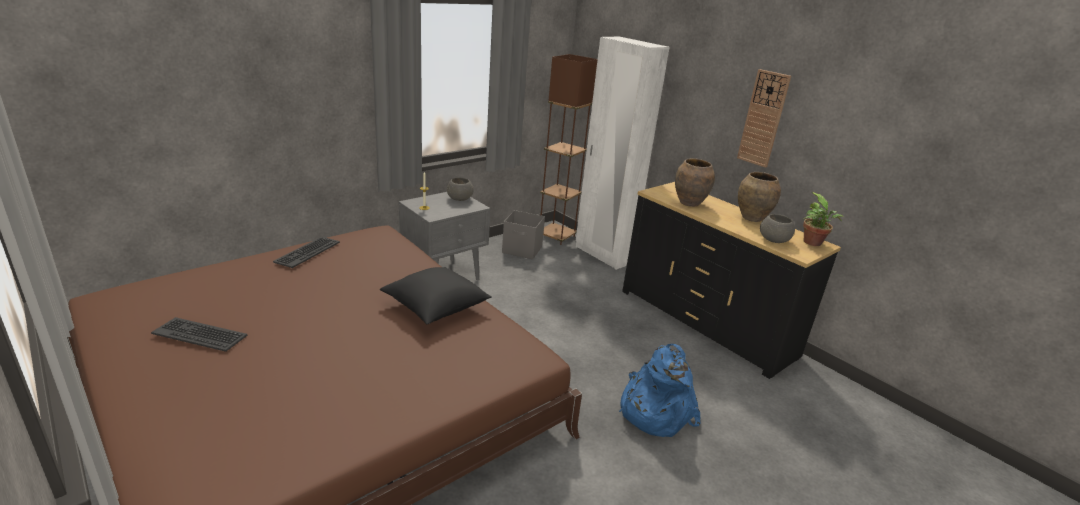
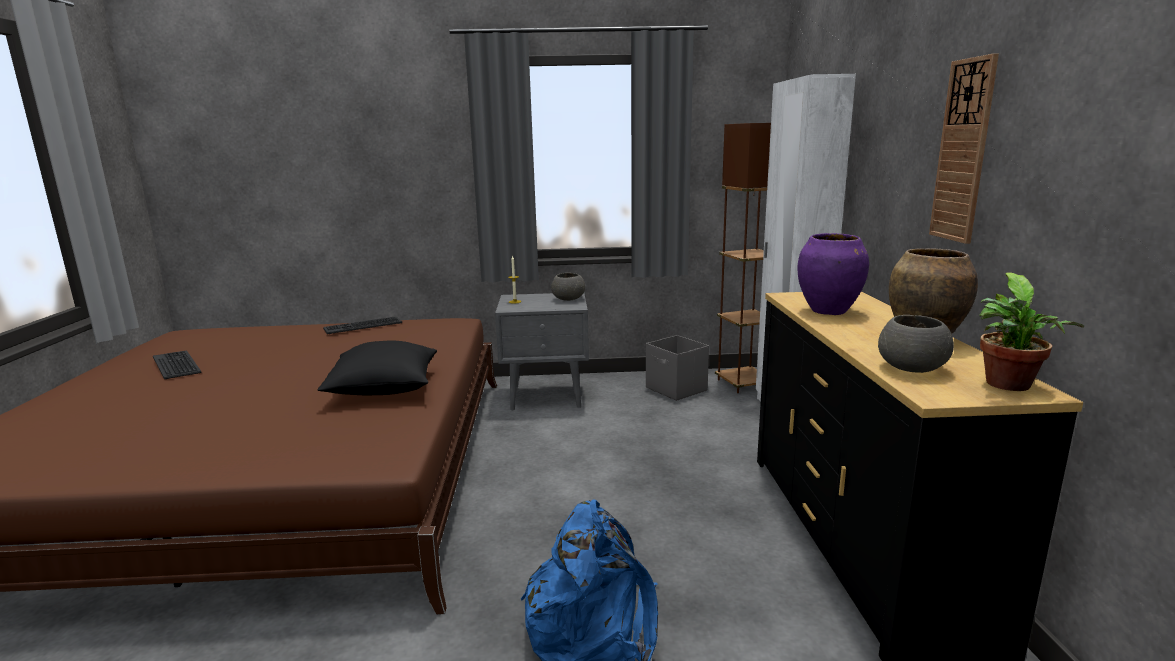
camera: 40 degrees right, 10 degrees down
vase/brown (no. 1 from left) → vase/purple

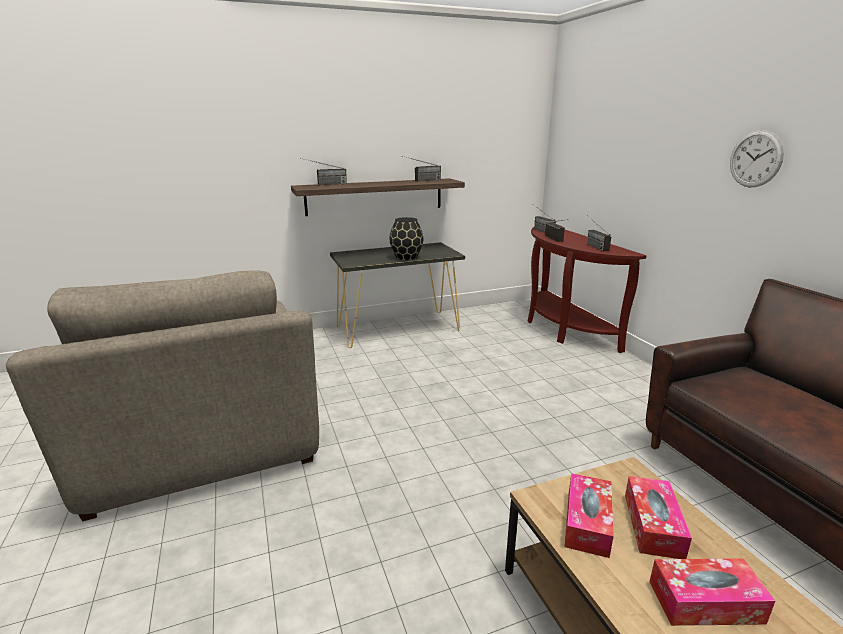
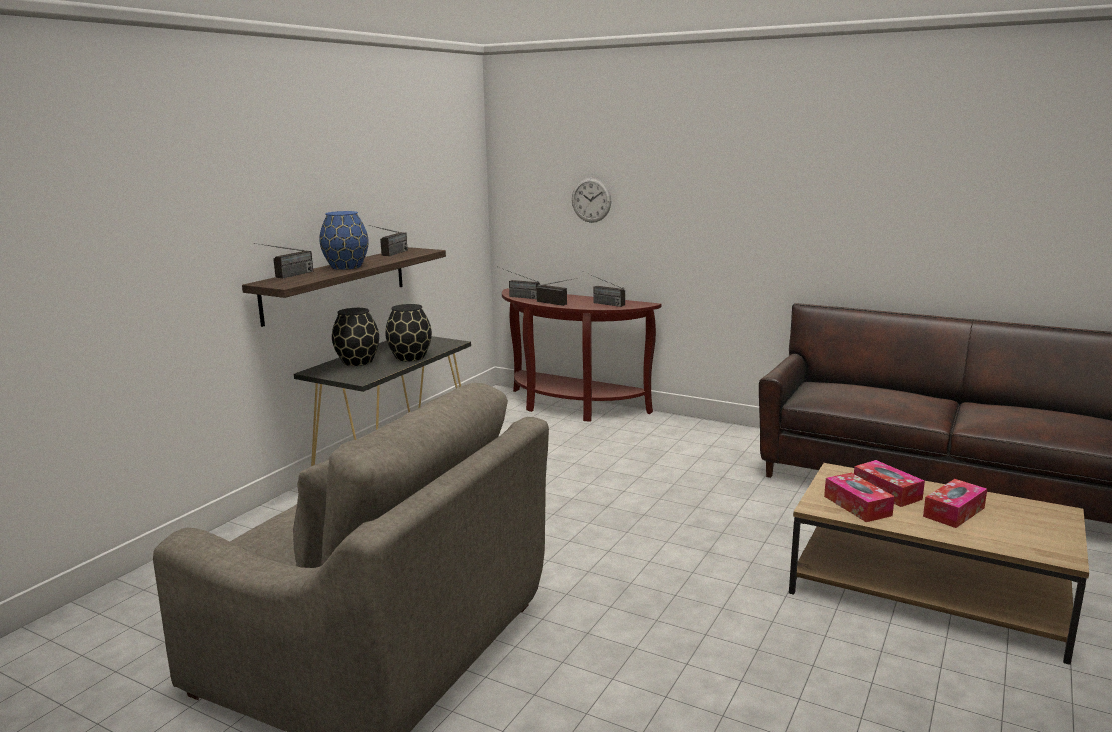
camera: 40 degrees left, 5 degrees down
- → vase/blue
- → vase/black (no. 1 from left)
wall clock, relocated

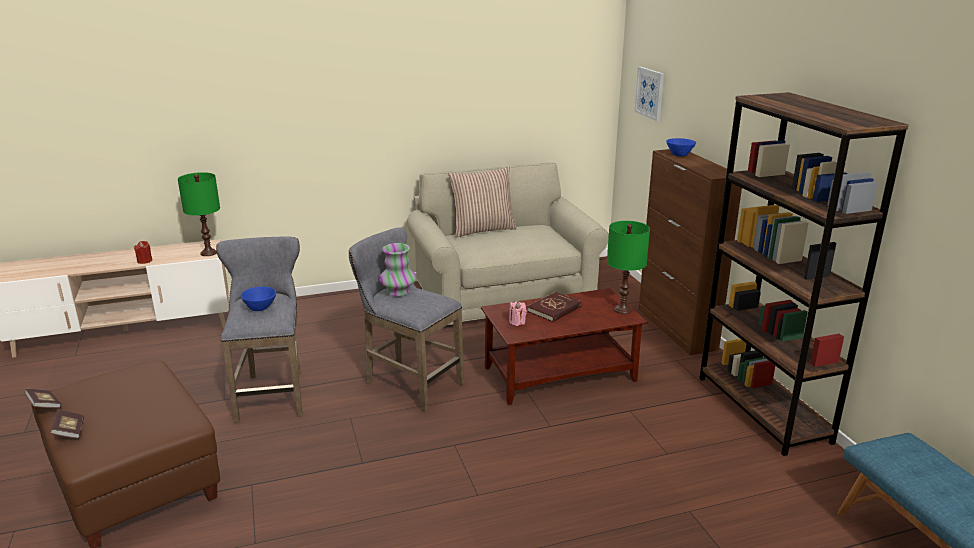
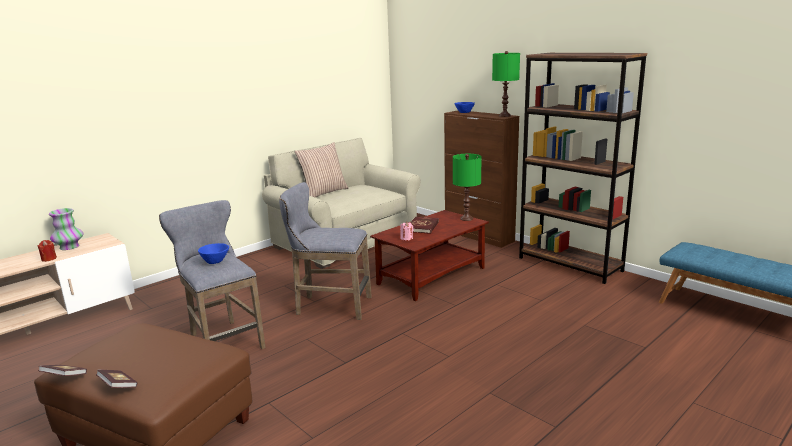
camera: 25 degrees left, 5 degrees down
vase, relocated
table lamp/green (no. 1 from left in the first image) → table lamp/green (no. 2 from left), relocated
picture → -

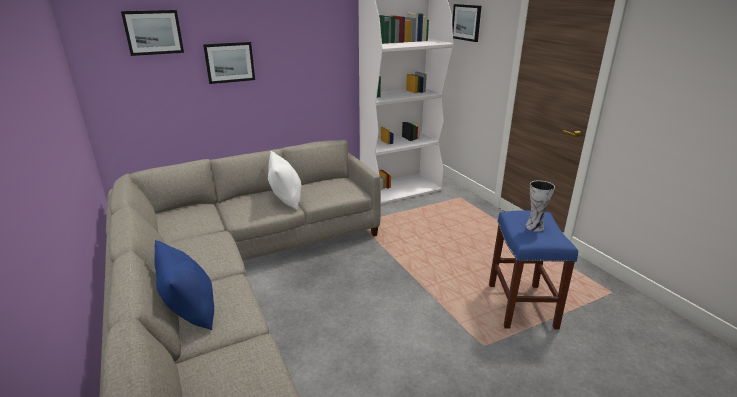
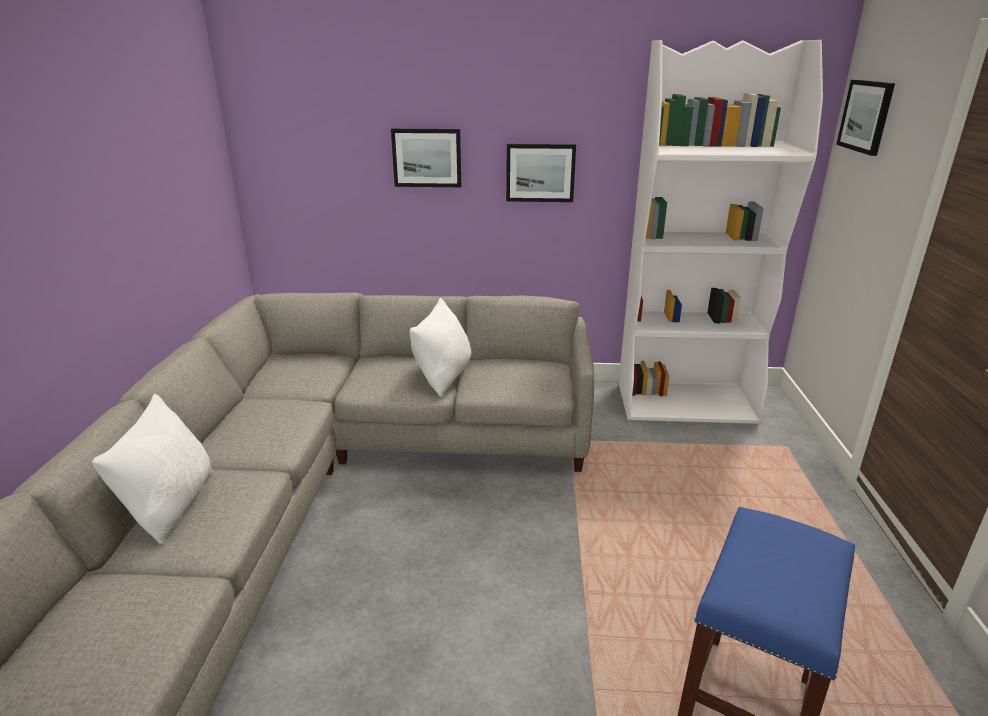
camera: 30 degrees right, 0 degrees up
pillow/blue → pillow/white (no. 1 from left)
picture (no. 1 from left in the first image) → picture (no. 2 from left), relocated
vase → -

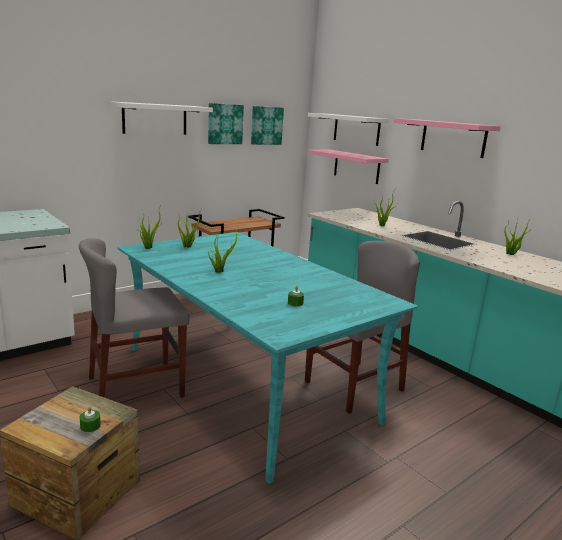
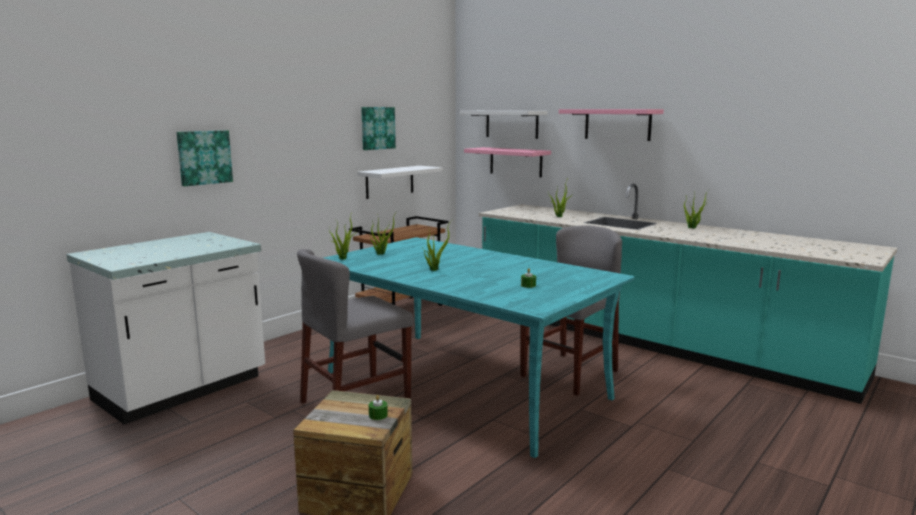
camera: 10 degrees left, 5 degrees down
picture (no. 2 from left in the first image) → picture (no. 1 from left), relocated
shelf/white (no. 1 from left), relocated

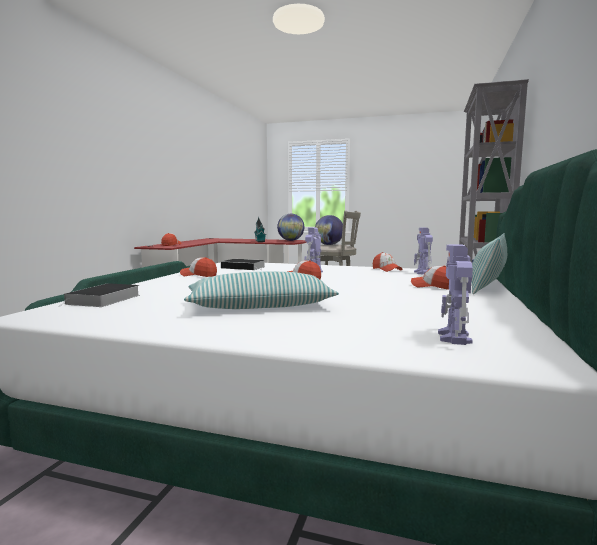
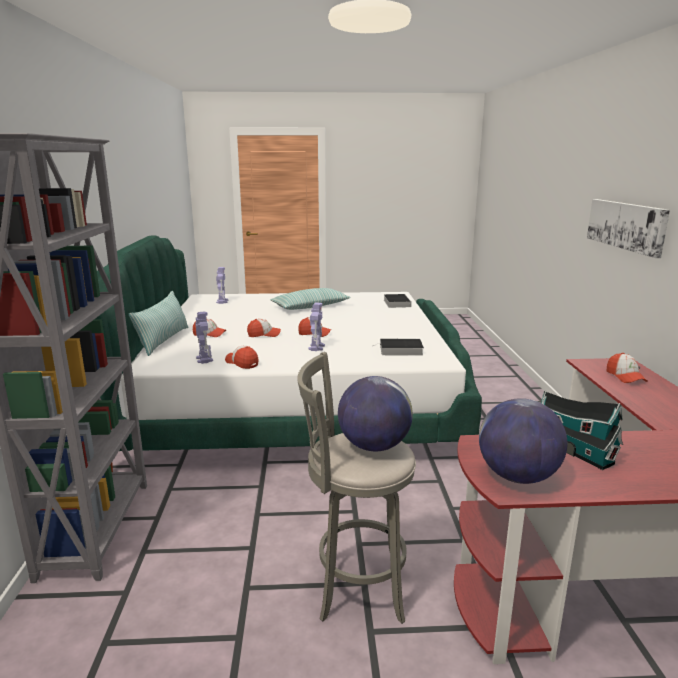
camera: 160 degrees right, 10 degrees up
cap (no. 2 from left in the first image) → cap (no. 3 from left), relocated
- → picture

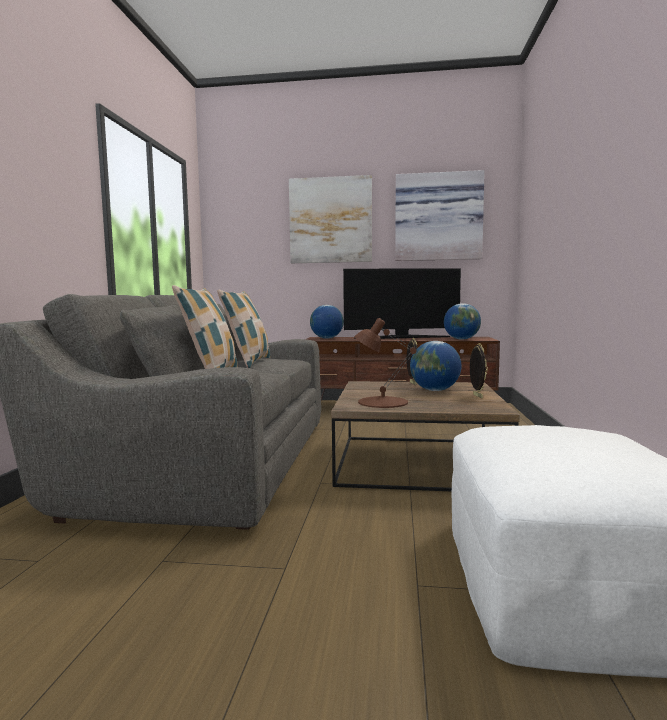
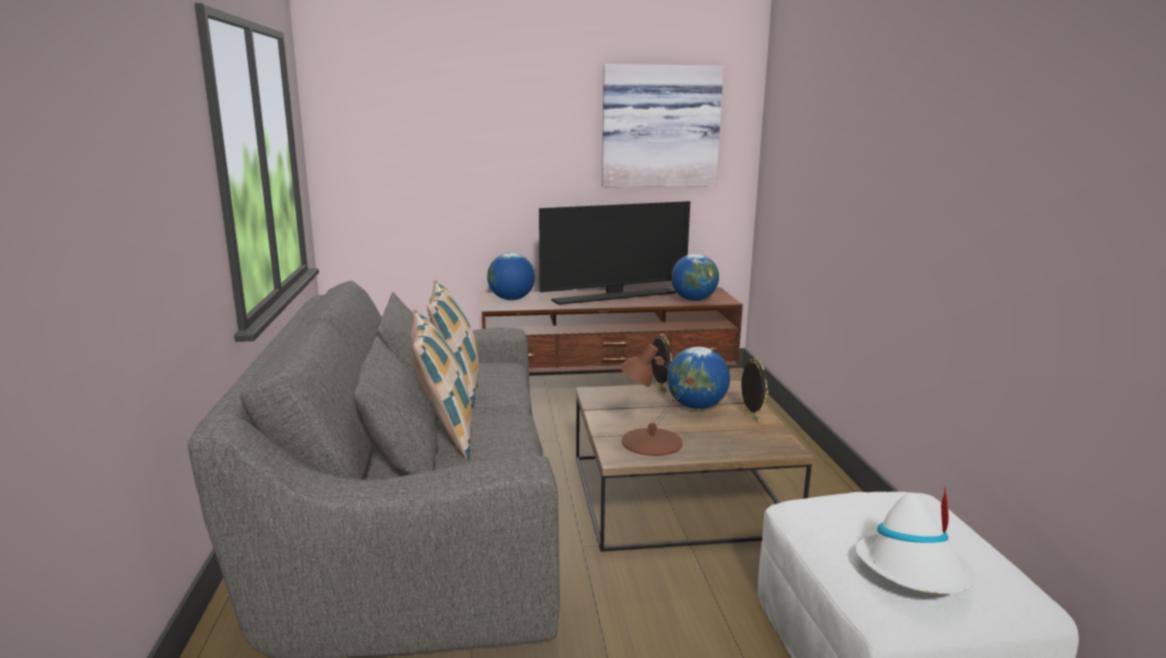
camera: 15 degrees left, 10 degrees up
- → hat/white
picture (no. 1 from left) → -

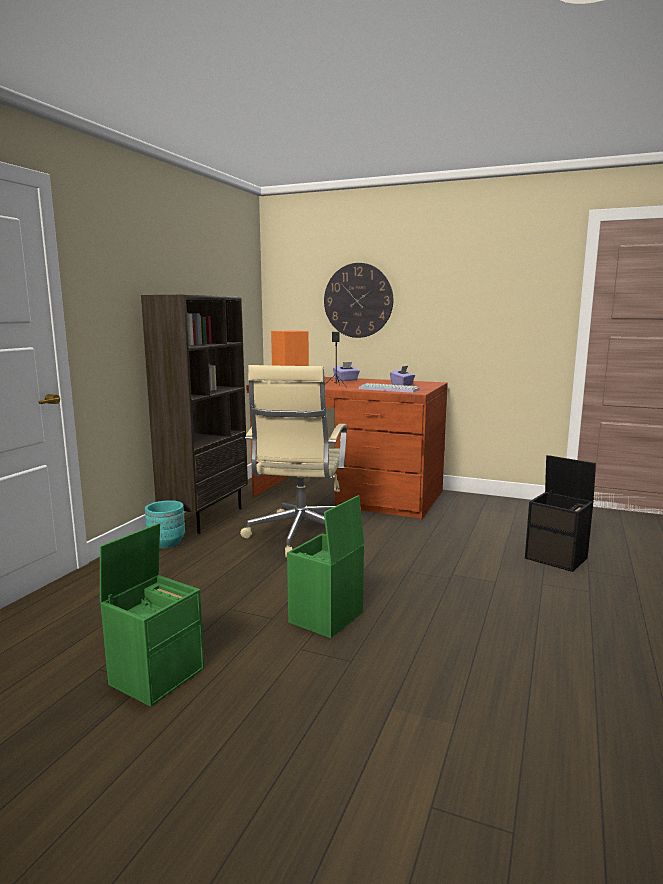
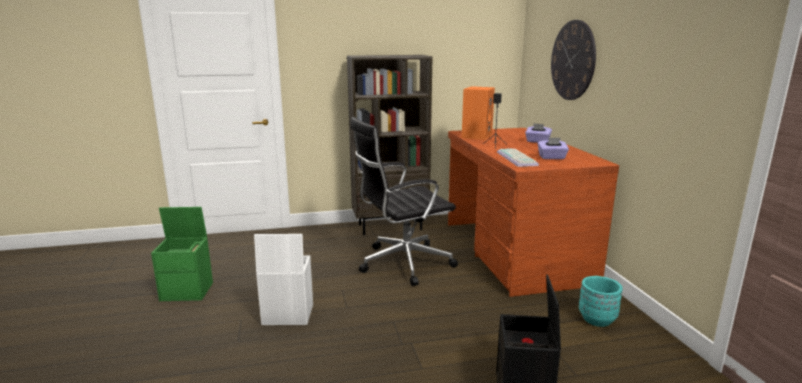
camera: 55 degrees right, 5 degrees up
storage box/green (no. 2 from left) → storage box/white
office chair/beige → office chair/black
planter/turquoise, relocated

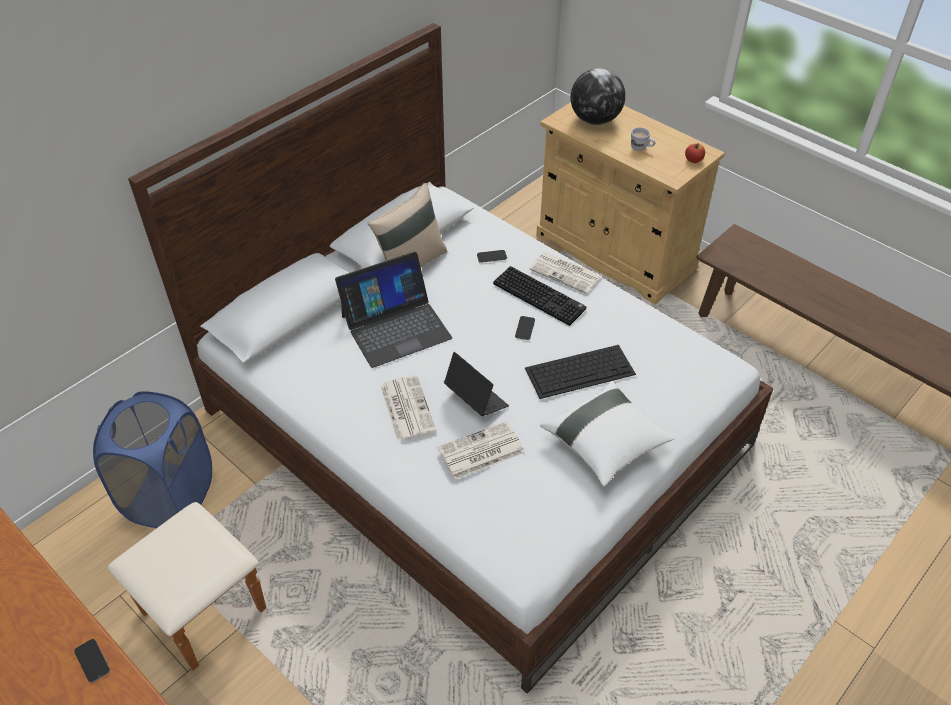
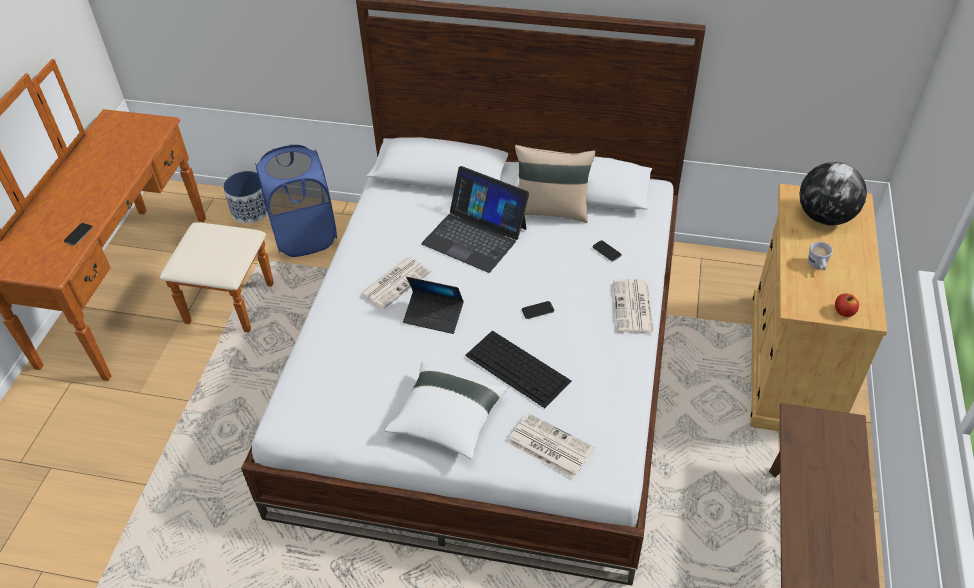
camera: 60 degrees right, 0 degrees up
- → planter
laptop (no. 2 from left in the first image) → laptop (no. 1 from left), 90 degrees clockwise
newspaper (no. 2 from left), relocated
keyboard (no. 1 from left) → -

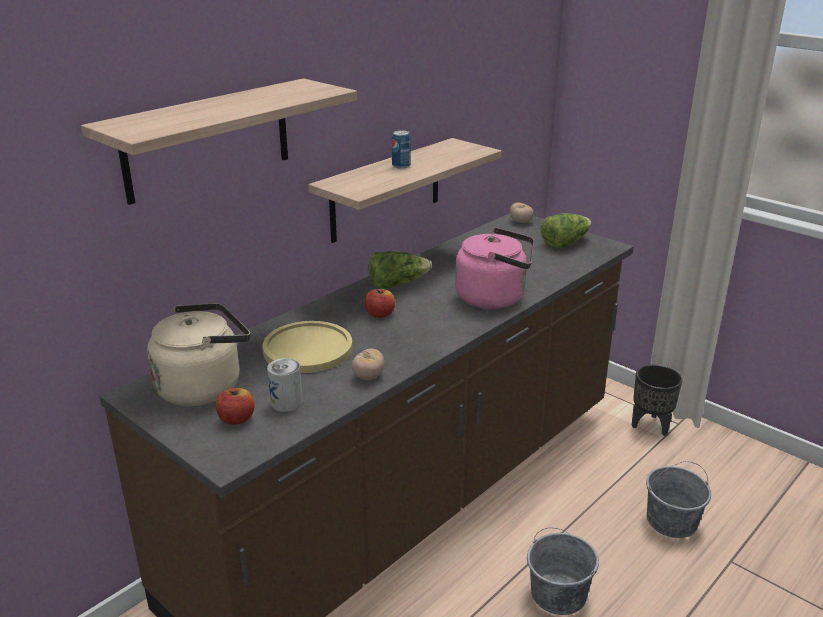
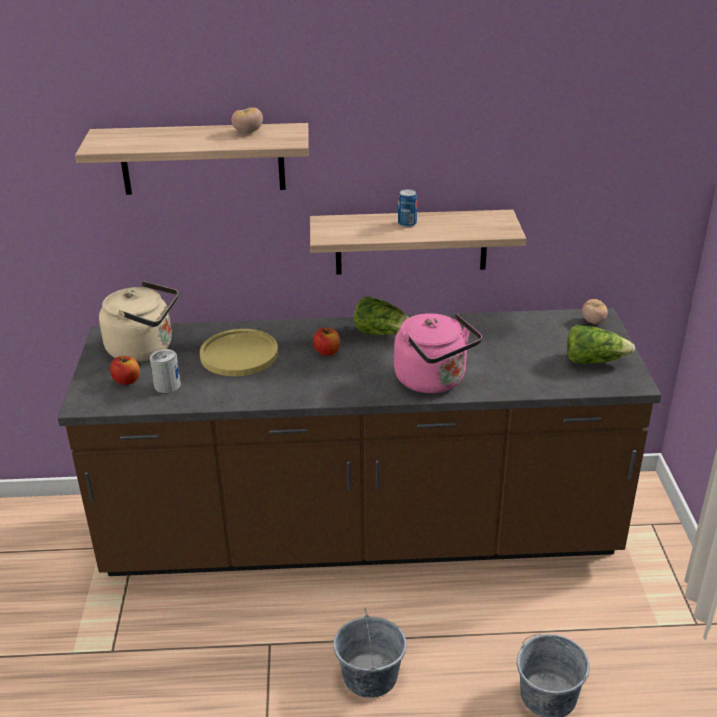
camera: 45 degrees right, 5 degrees up
tomato (no. 1 from left), relocated
planter/black → -

